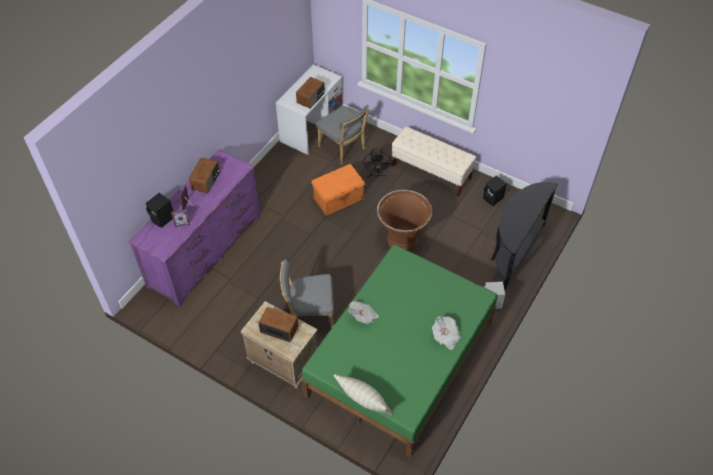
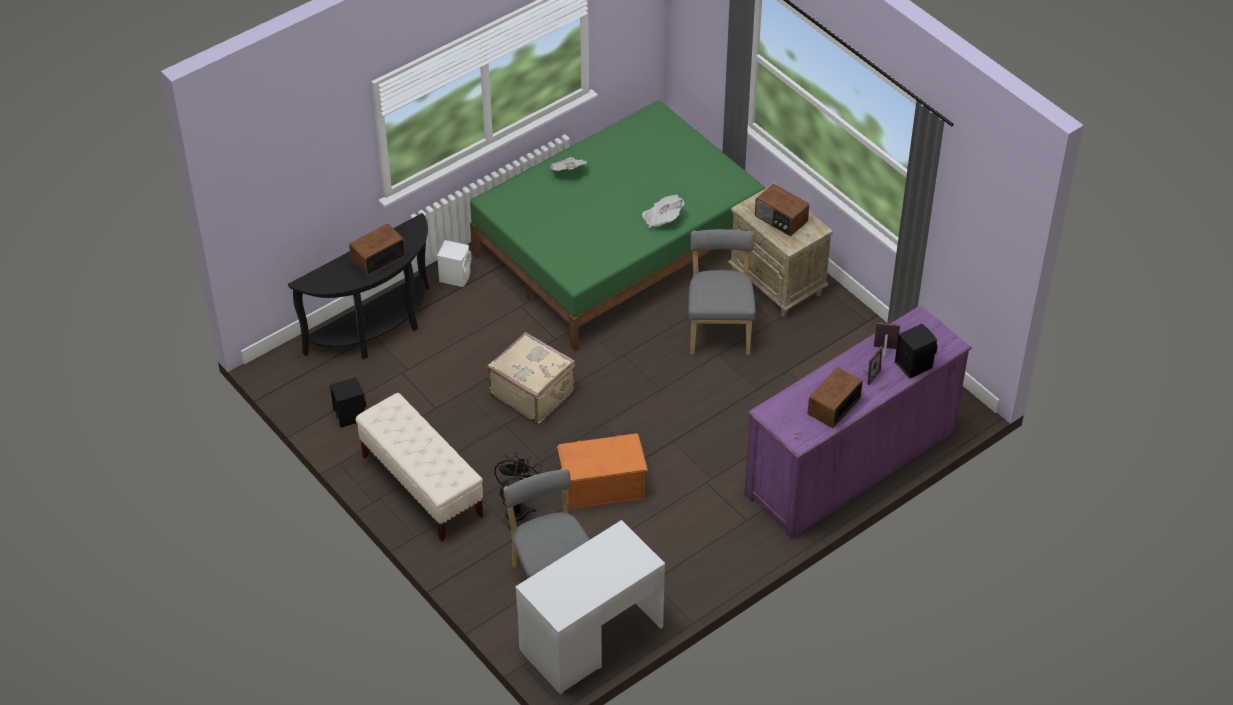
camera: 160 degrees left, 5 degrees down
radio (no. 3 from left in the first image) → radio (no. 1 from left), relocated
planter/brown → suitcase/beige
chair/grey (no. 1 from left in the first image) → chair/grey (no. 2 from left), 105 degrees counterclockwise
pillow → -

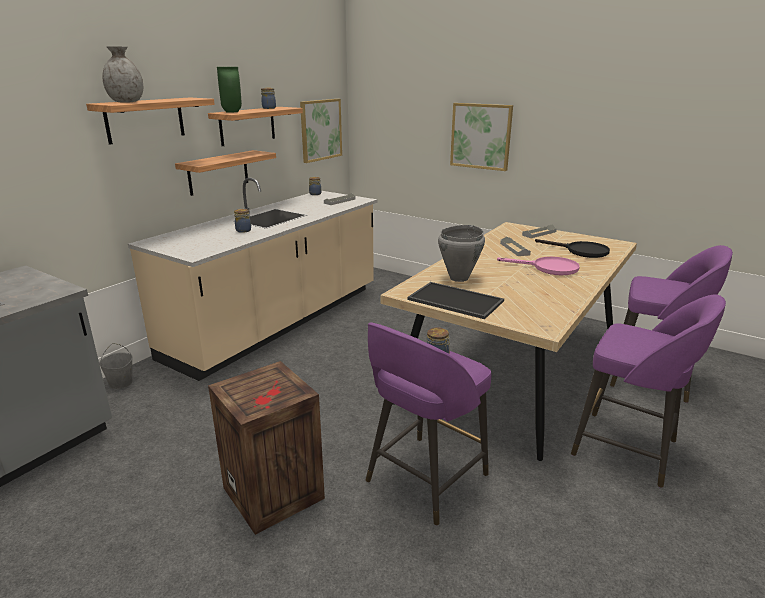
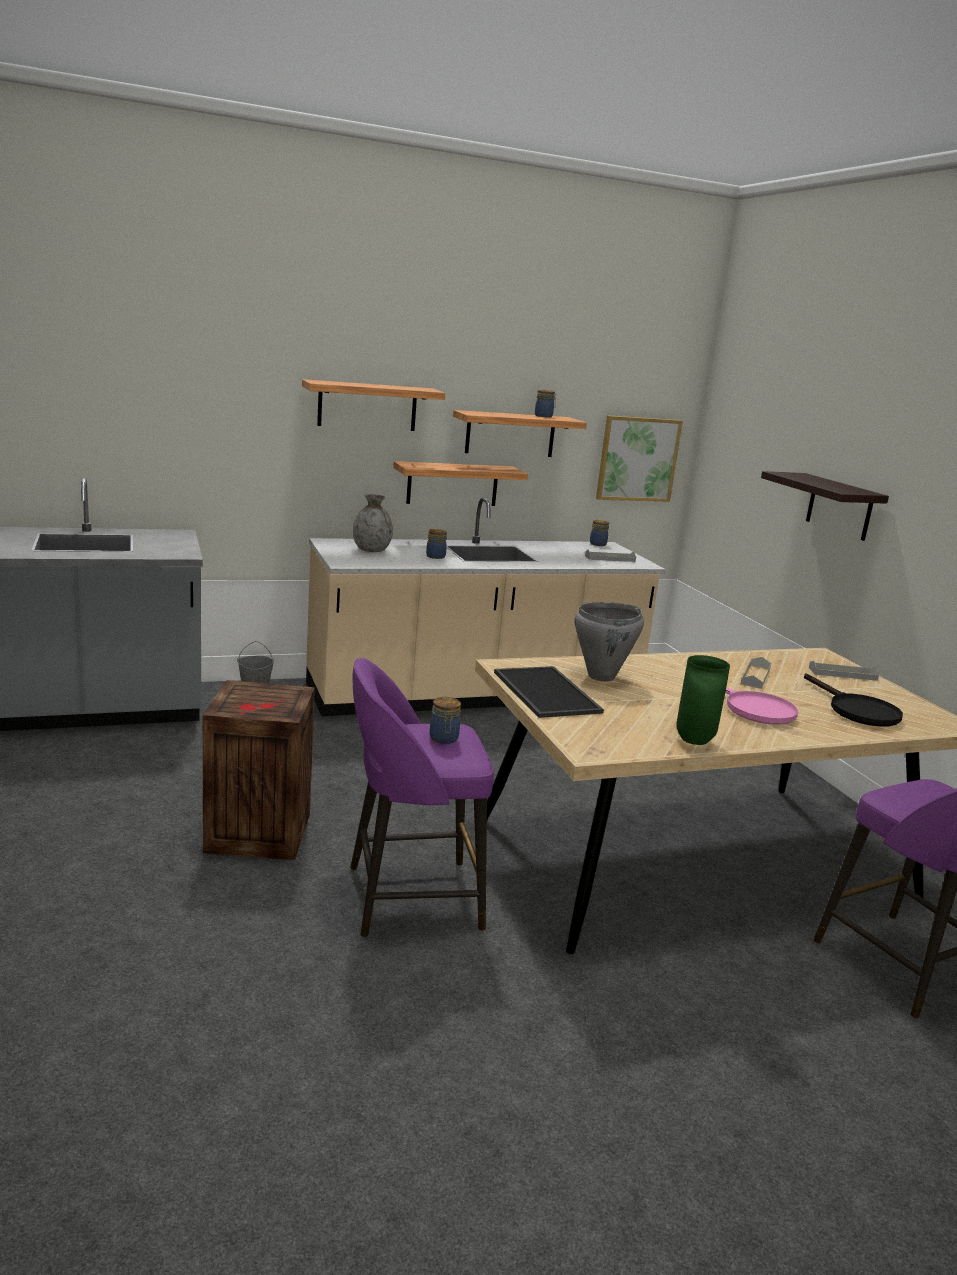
camera: 35 degrees right, 5 degrees down
vase/grey, relocated
vase/green, relocated
picture (no. 2 from left) → shelf (no. 4 from left)
stool/purple (no. 2 from left) → -

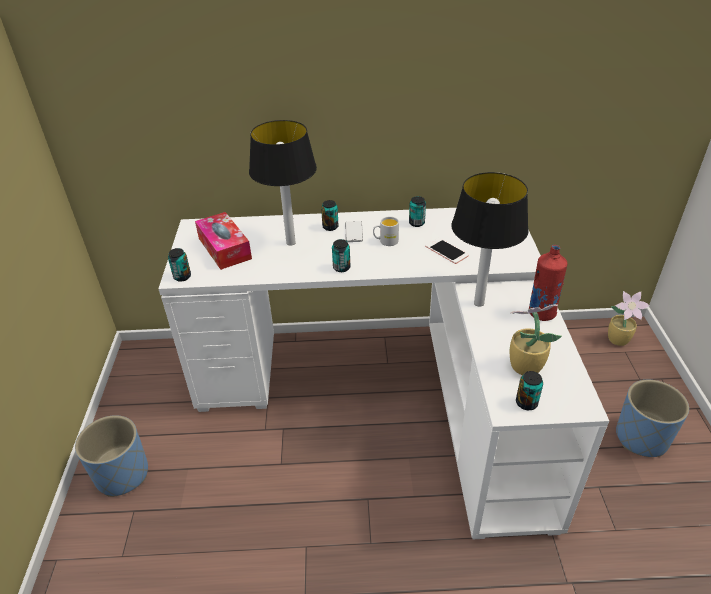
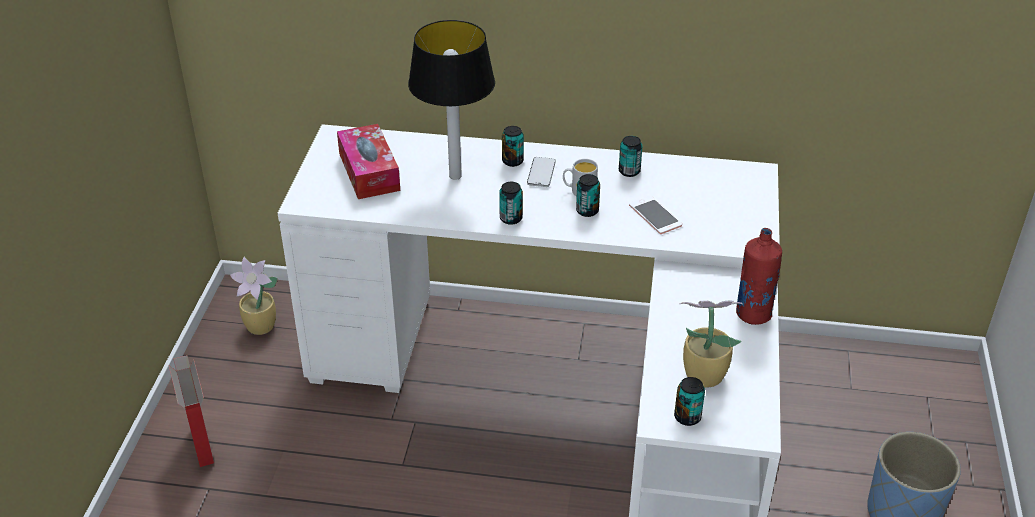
camera: 10 degrees right, 0 degrees up
planter/blue (no. 1 from left) → cardboard box
potted plant (no. 2 from left in the first image) → potted plant (no. 1 from left), relocated
can (no. 1 from left in the first image) → can (no. 3 from left), relocated
table lamp (no. 2 from left) → -

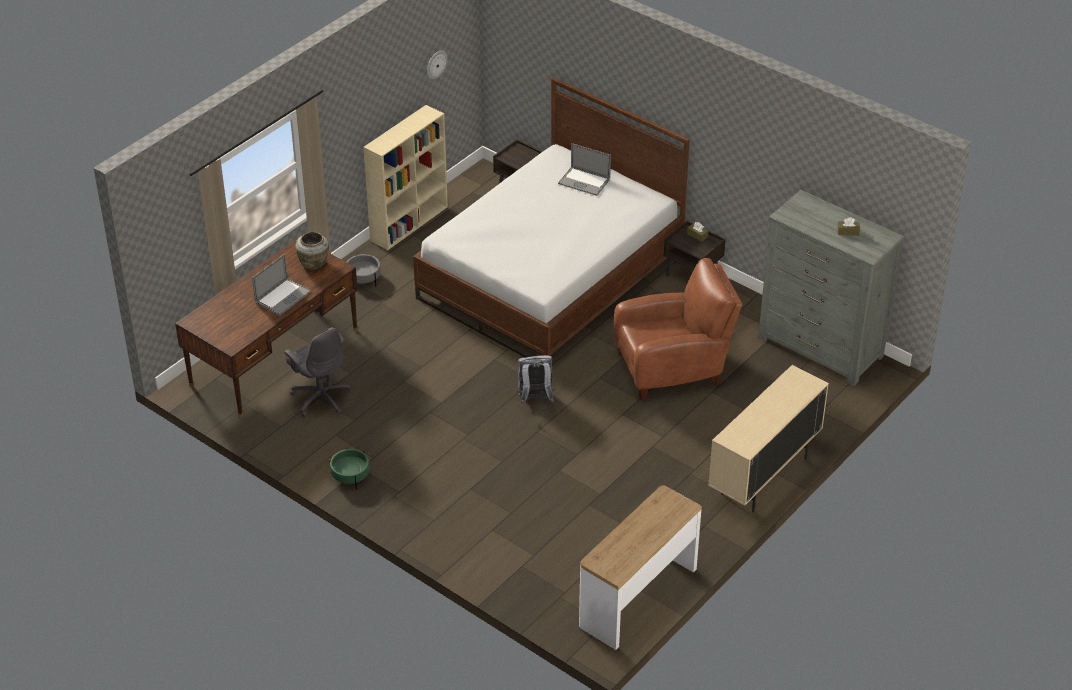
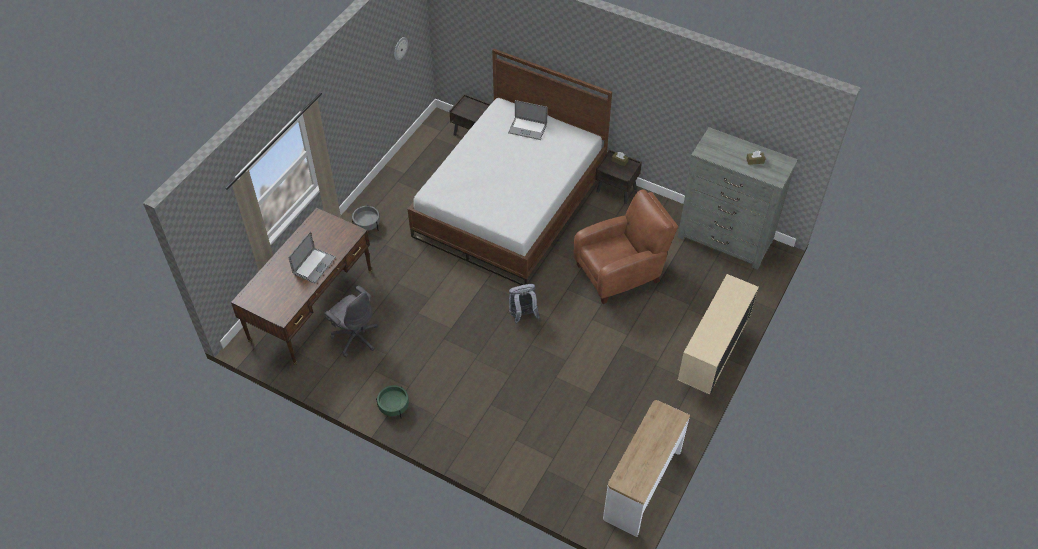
camera: 10 degrees left, 10 degrees up
vase/beige → -
bookcase/beige → -

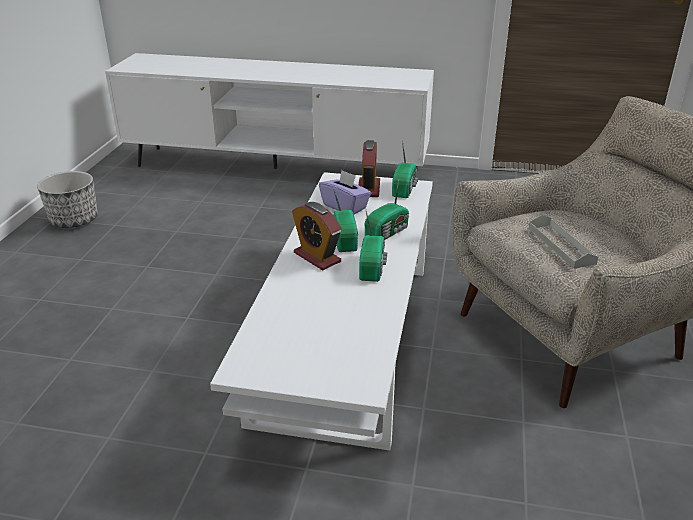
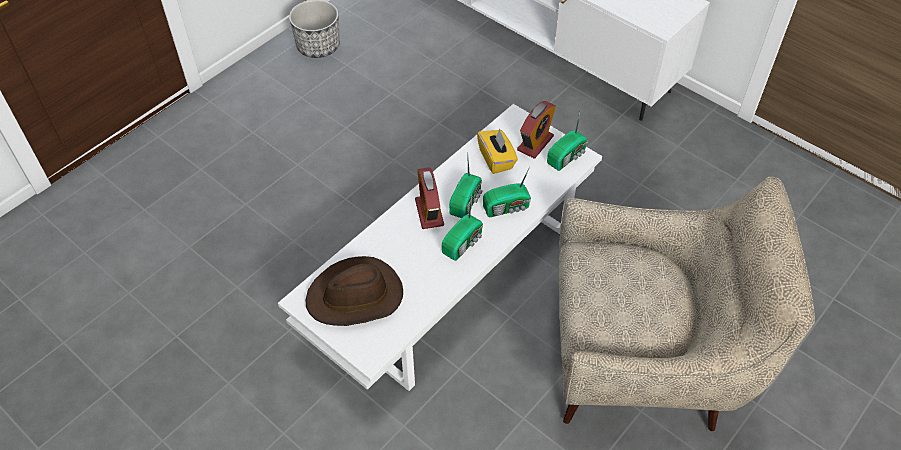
camera: 30 degrees right, 20 degrees up
- → hat/brown
tissue box/purple → tissue box/yellow
tray/grey → -

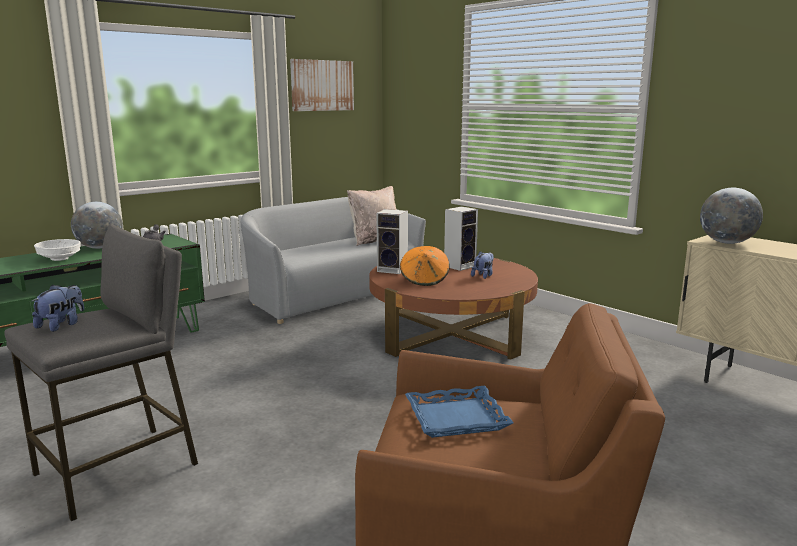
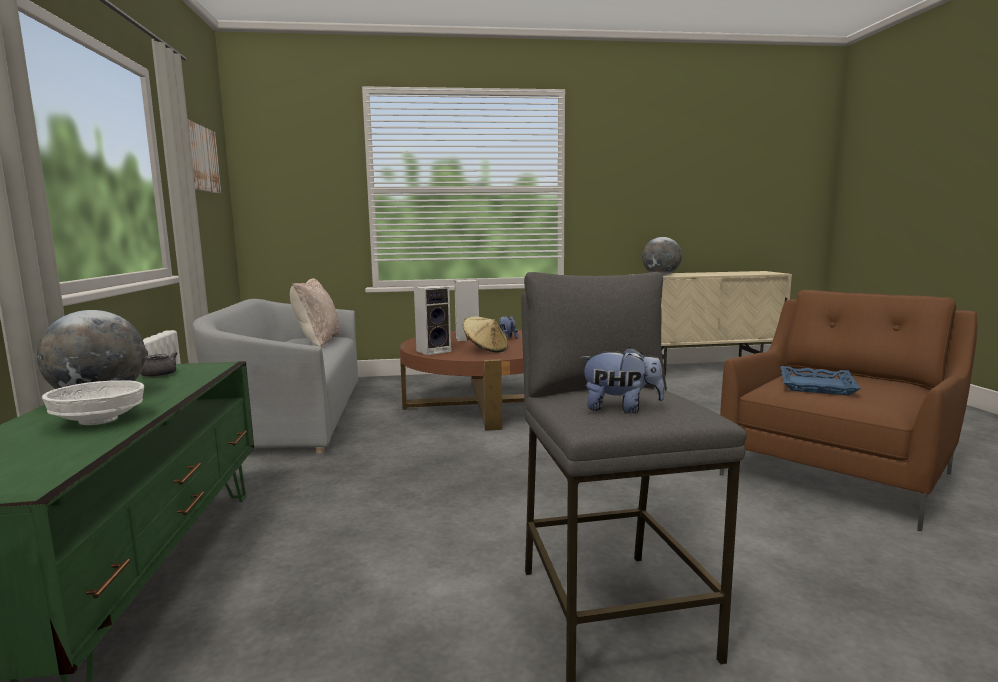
camera: 55 degrees left, 5 degrees down
hat/orange → hat/beige
plush toy (no. 1 from left in the first image) → plush toy (no. 2 from left), 135 degrees clockwise

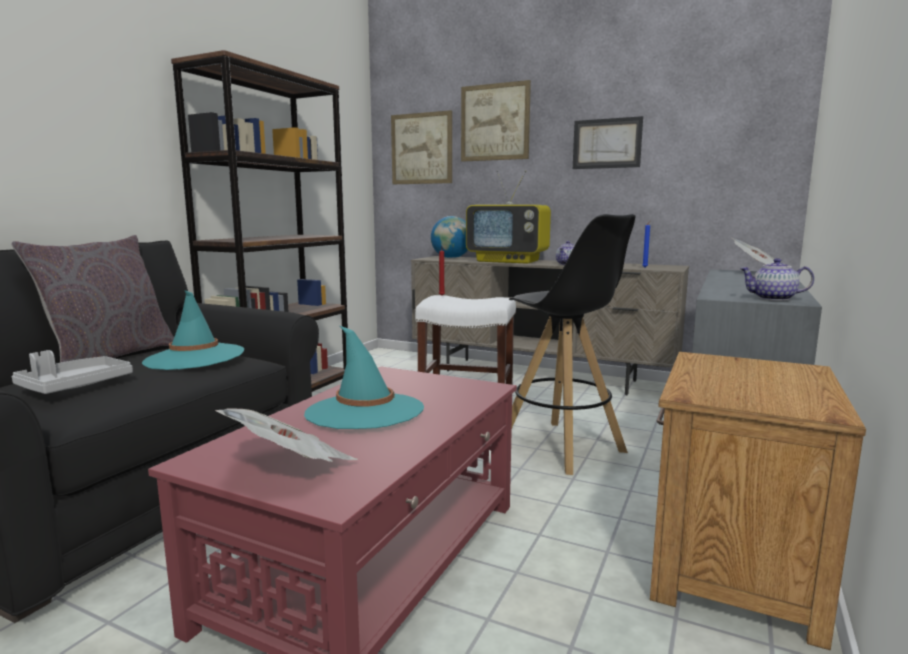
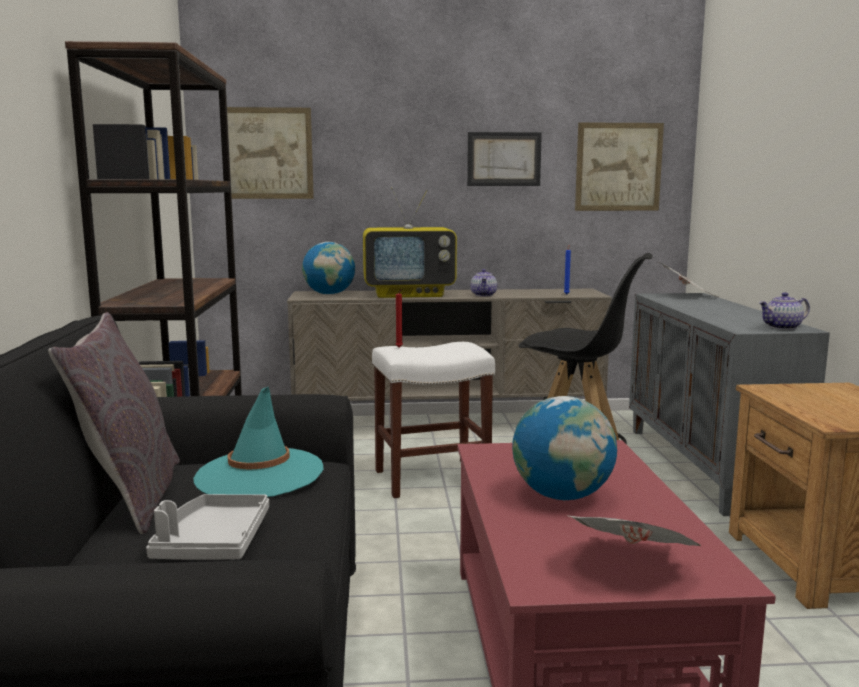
camera: 30 degrees left, 0 degrees up
hat/turquoise (no. 2 from left) → globe (no. 2 from left)
picture (no. 2 from left in the first image) → picture (no. 3 from left), relocated

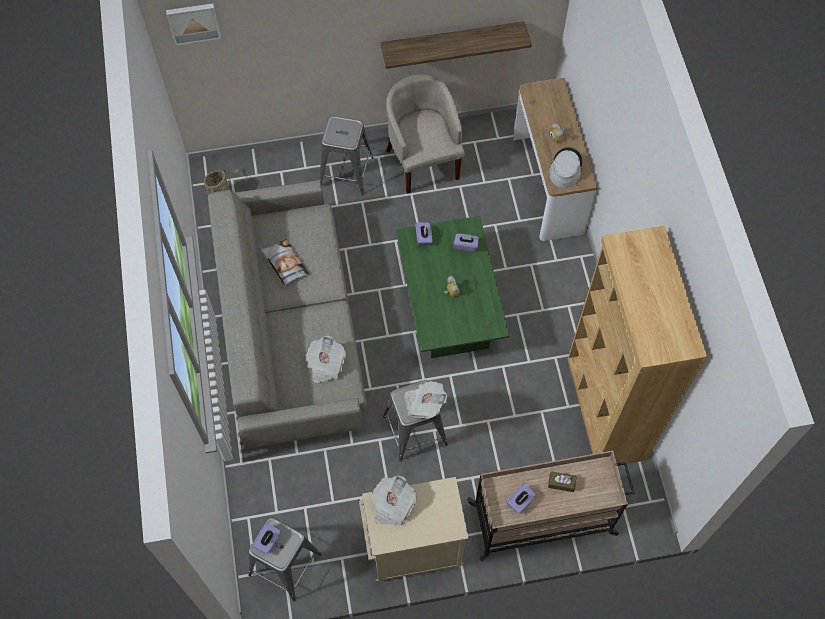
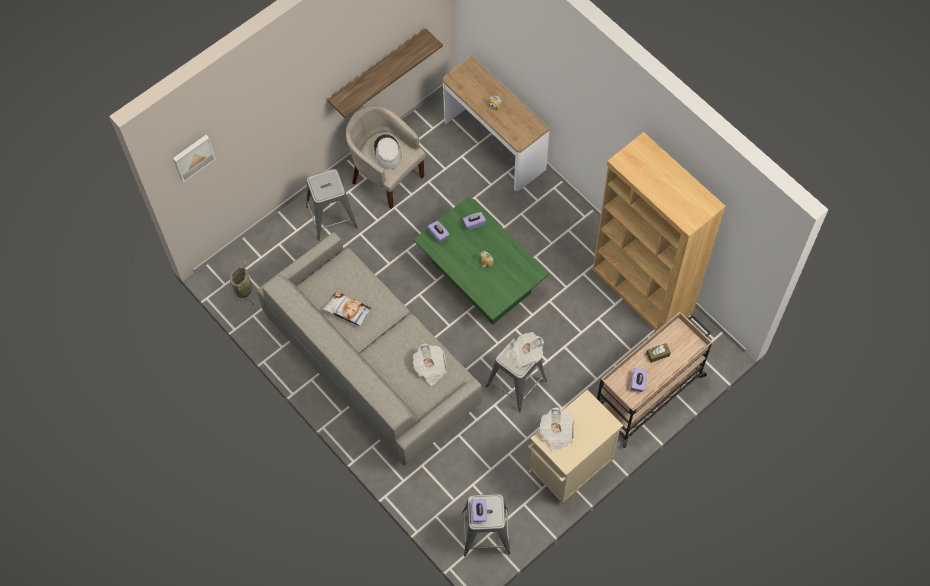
camera: 30 degrees left, 0 degrees up
hat/grey, relocated

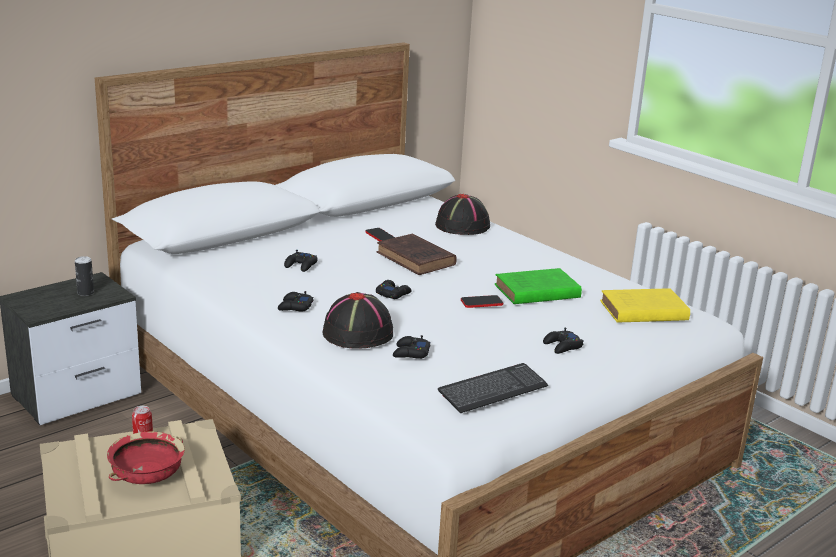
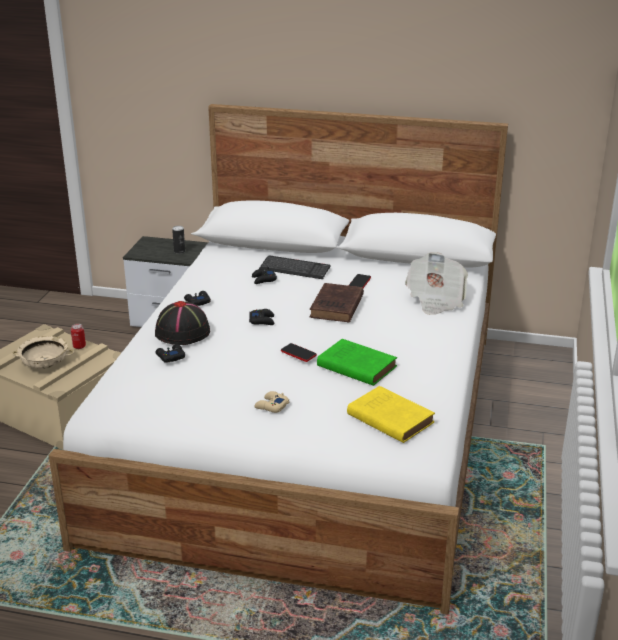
camera: 55 degrees right, 5 degrees up
bowl/red → bowl/beige
game controller/black (no. 5 from left) → game controller/beige
keyboard, relocated
hat/black (no. 2 from left) → newspaper

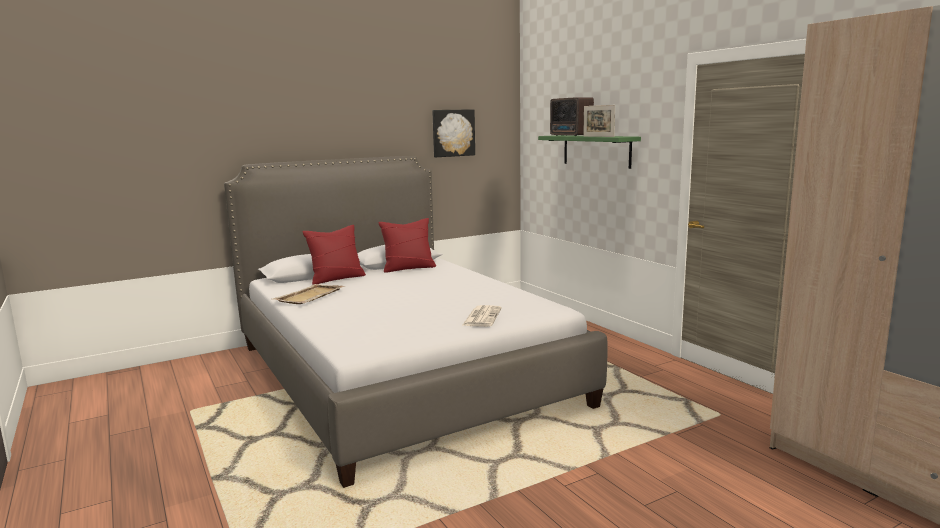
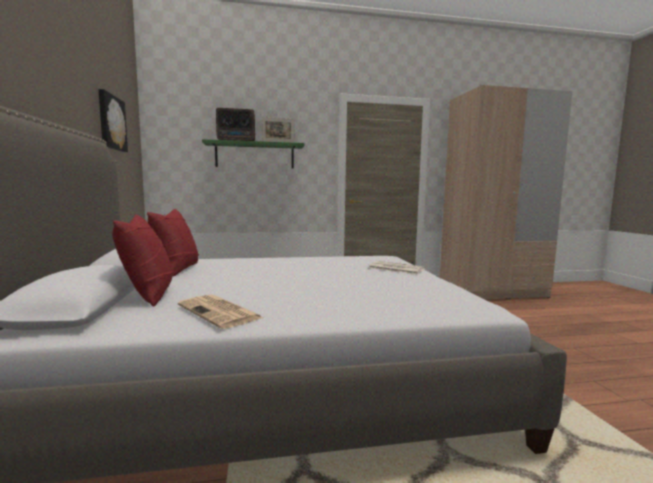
camera: 70 degrees left, 5 degrees down
tray/beige → newspaper (no. 1 from left)

